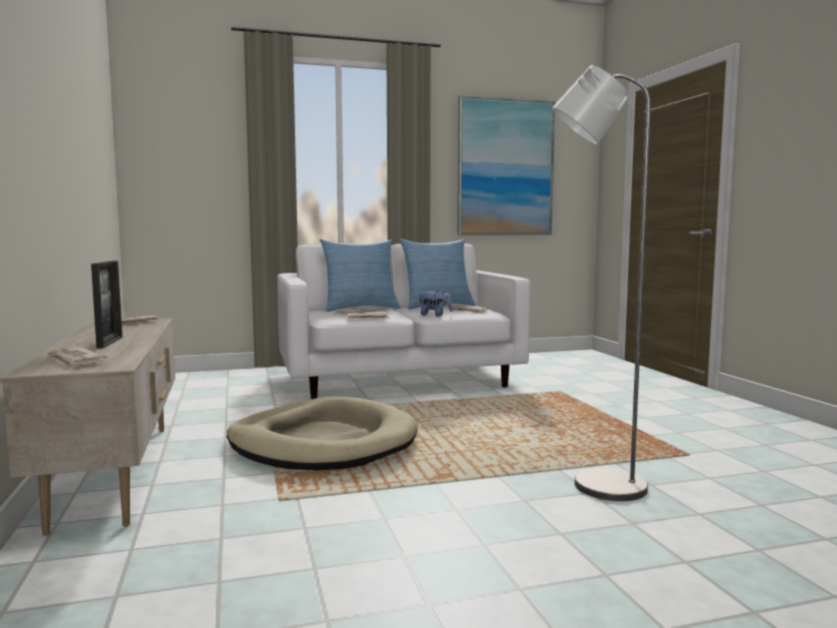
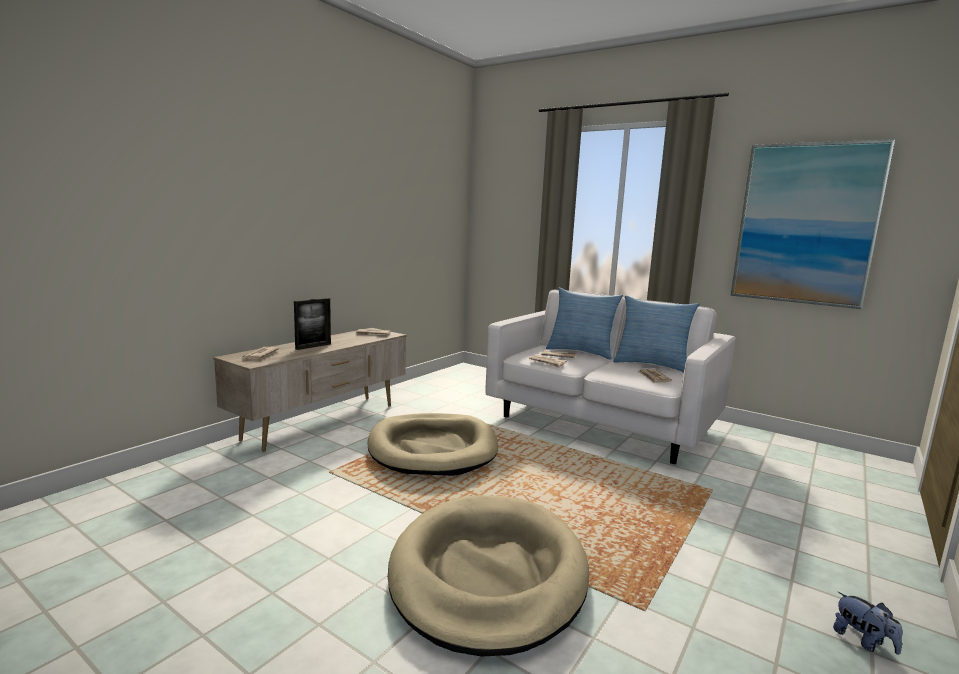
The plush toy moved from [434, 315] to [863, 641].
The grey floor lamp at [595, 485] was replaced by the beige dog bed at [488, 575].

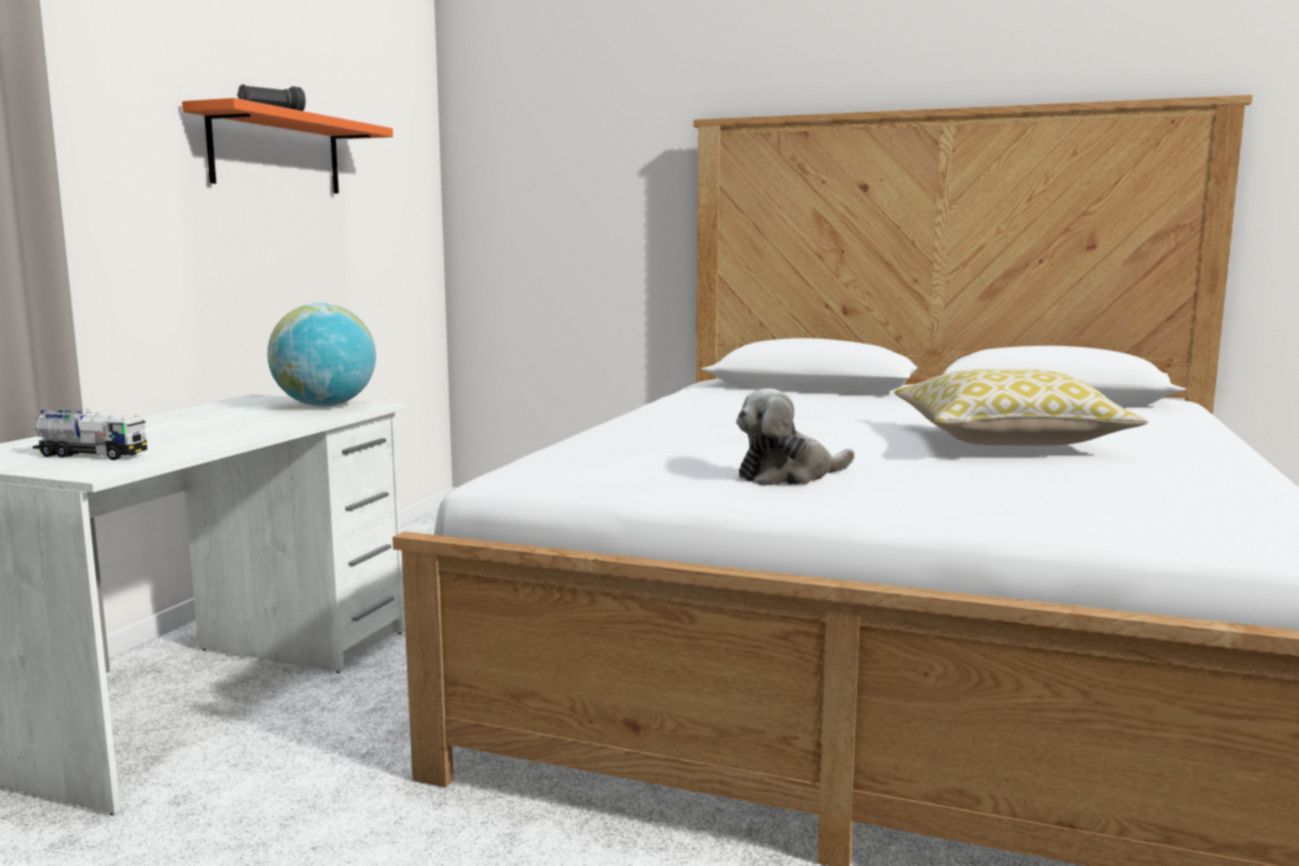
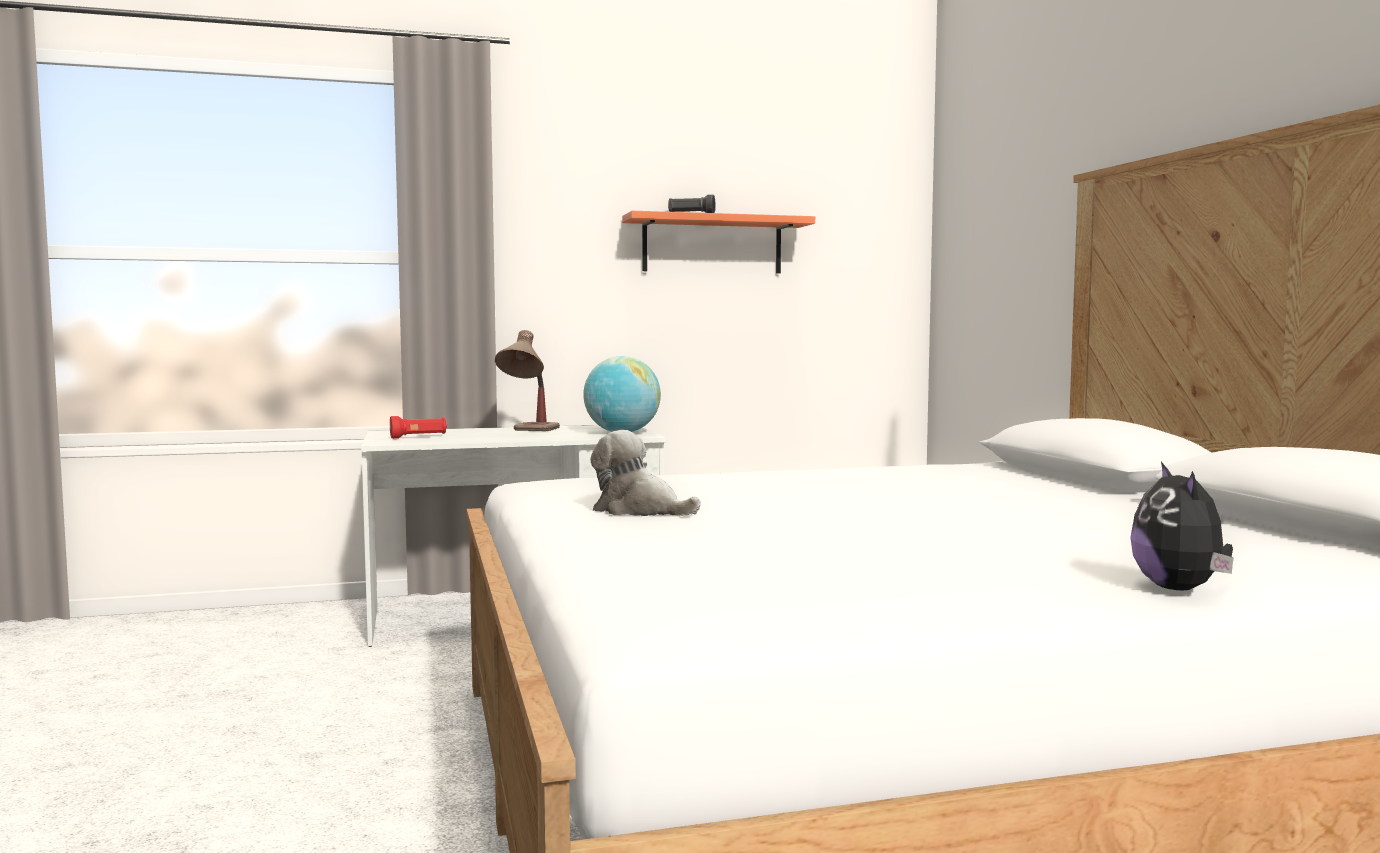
The toy truck at [91, 455] was replaced by the red flashlight at [418, 437].
The pillow at [1007, 440] disappeared.
The table lamp at [529, 431] appeared.
The plush toy at [1180, 589] appeared.

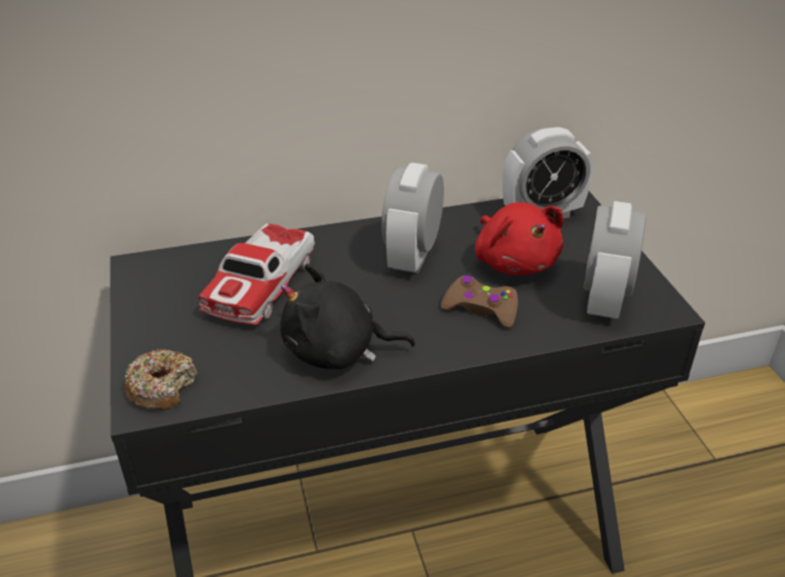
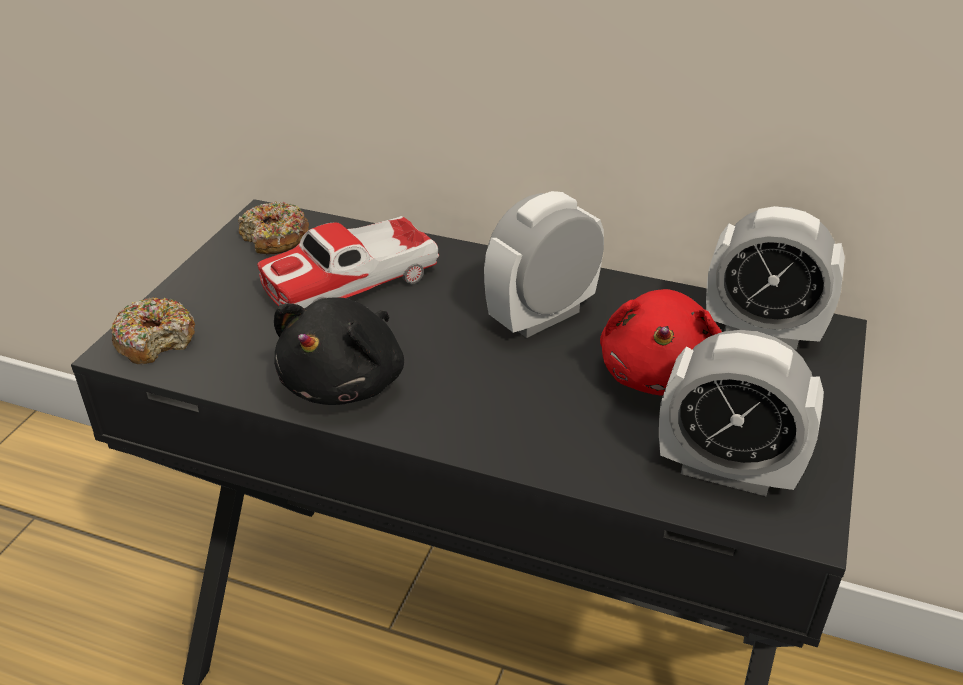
The black plush toy at [337, 351] turned 105 degrees counterclockwise.
The brown game controller at [481, 309] disappeared.
The alarm clock at [604, 299] turned 120 degrees counterclockwise.
The donut at [275, 238] appeared.

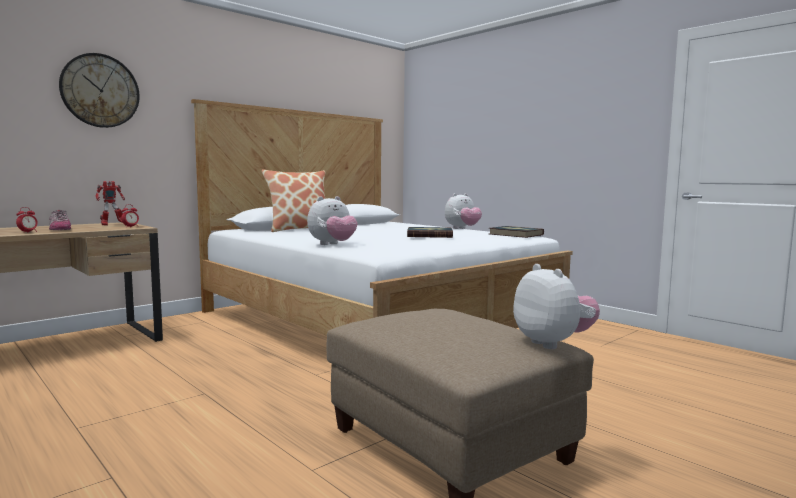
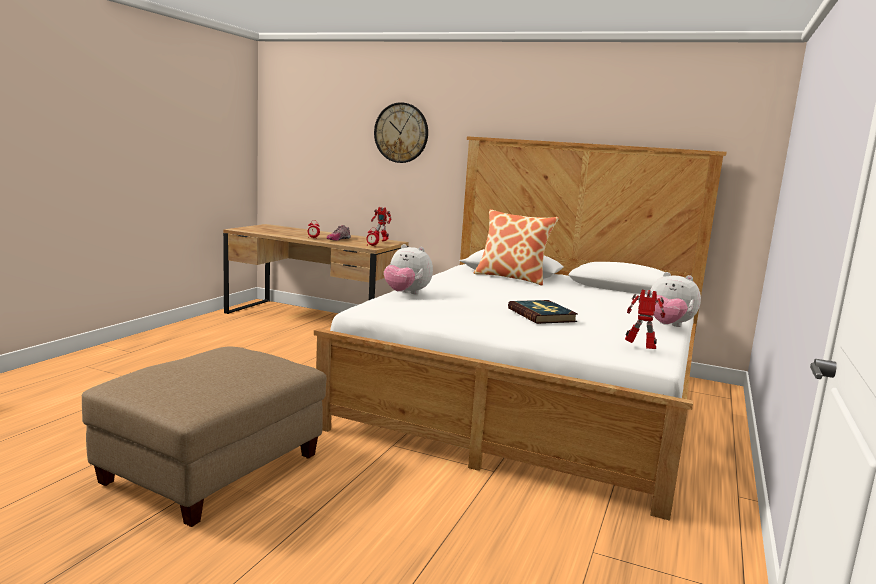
The book at [515, 234] was replaced by the toy robot at [640, 349].
The plush toy at [553, 343] disappeared.

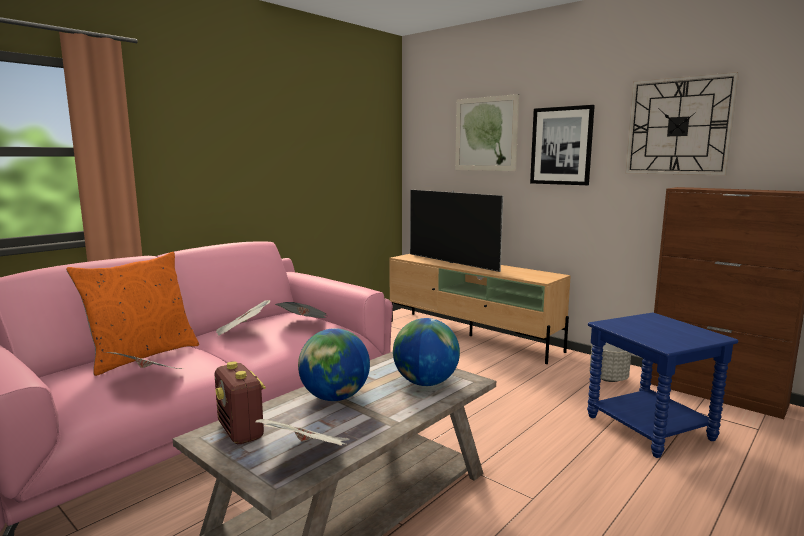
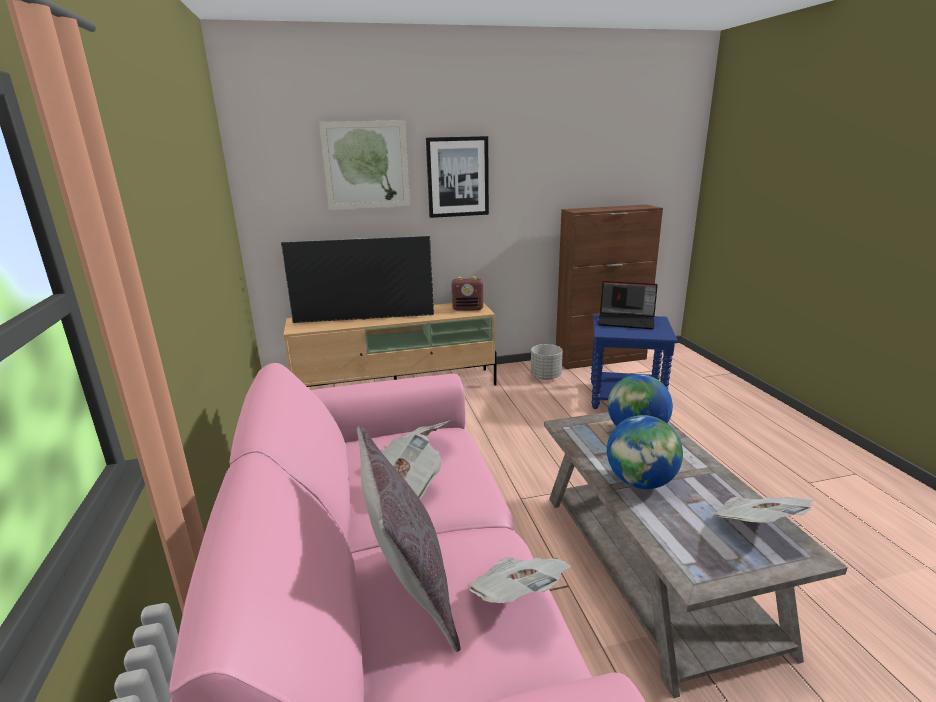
The orange pillow at [142, 356] became the grey pillow at [410, 592].
The radio moved from [241, 431] to [468, 309].
The wall clock at [678, 126] disappeared.
The laptop at [627, 321] appeared.

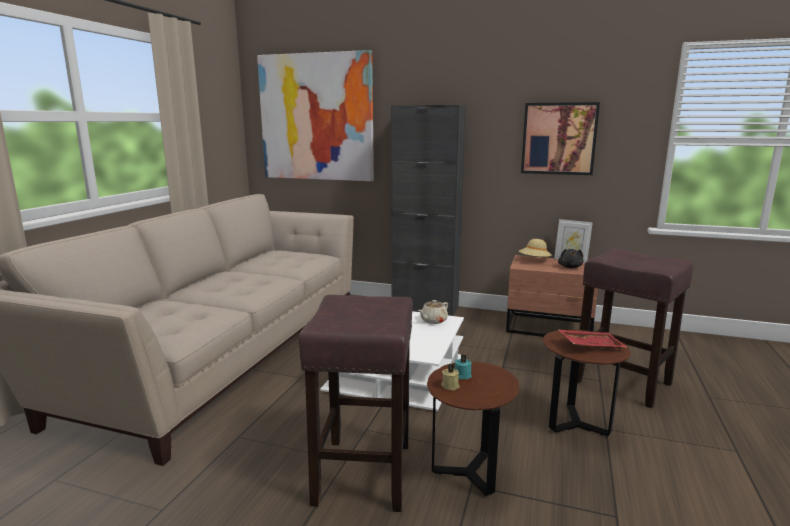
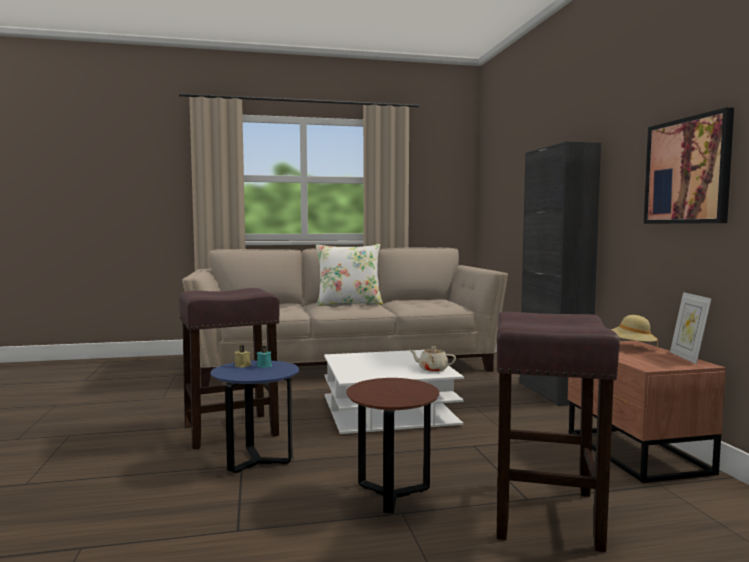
The picture at [316, 118] disappeared.
The brown side table at [469, 473] became the blue side table at [257, 462].
The black plush toy at [570, 267] disappeared.
The red tray at [590, 346] disappeared.
The white pillow at [349, 304] appeared.

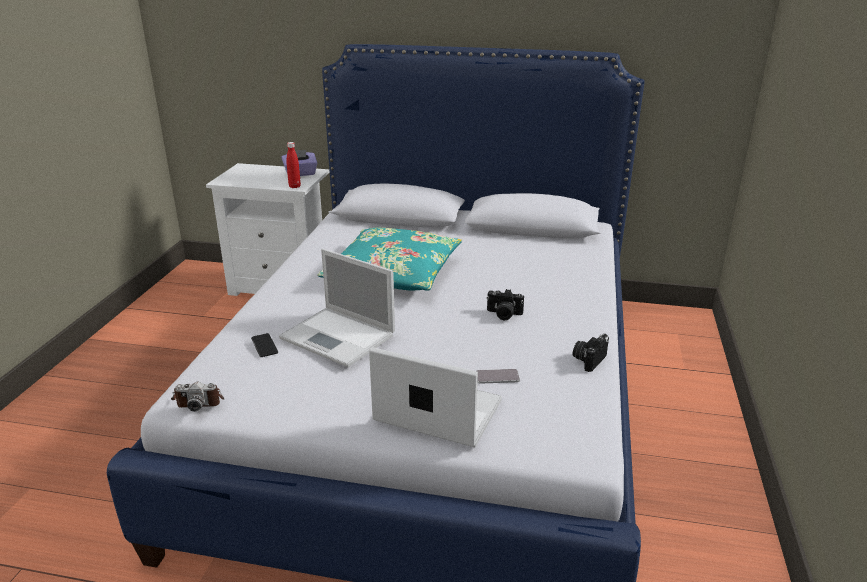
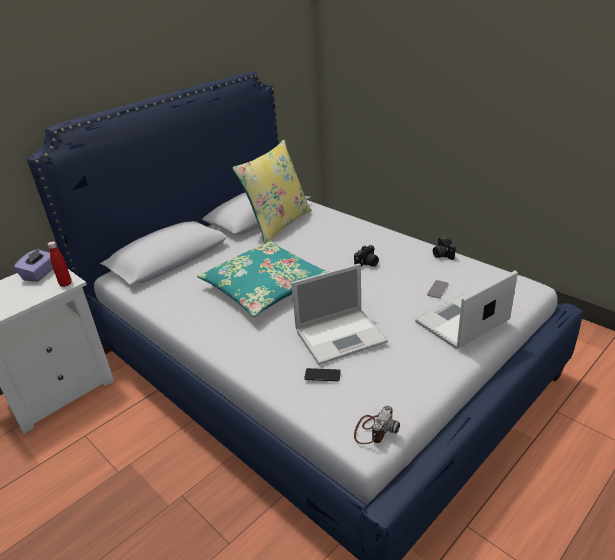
The yellow pillow at [278, 224] appeared.

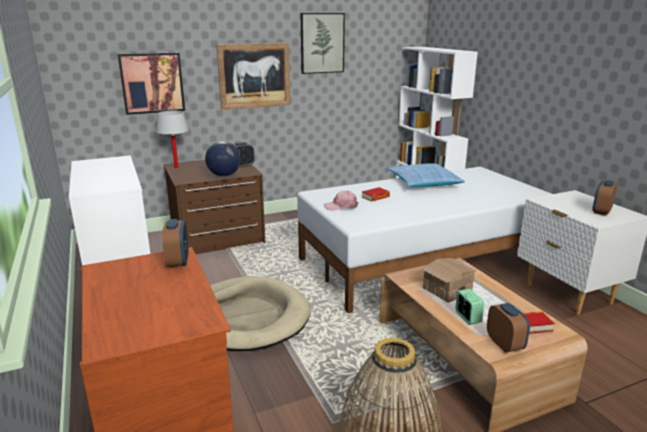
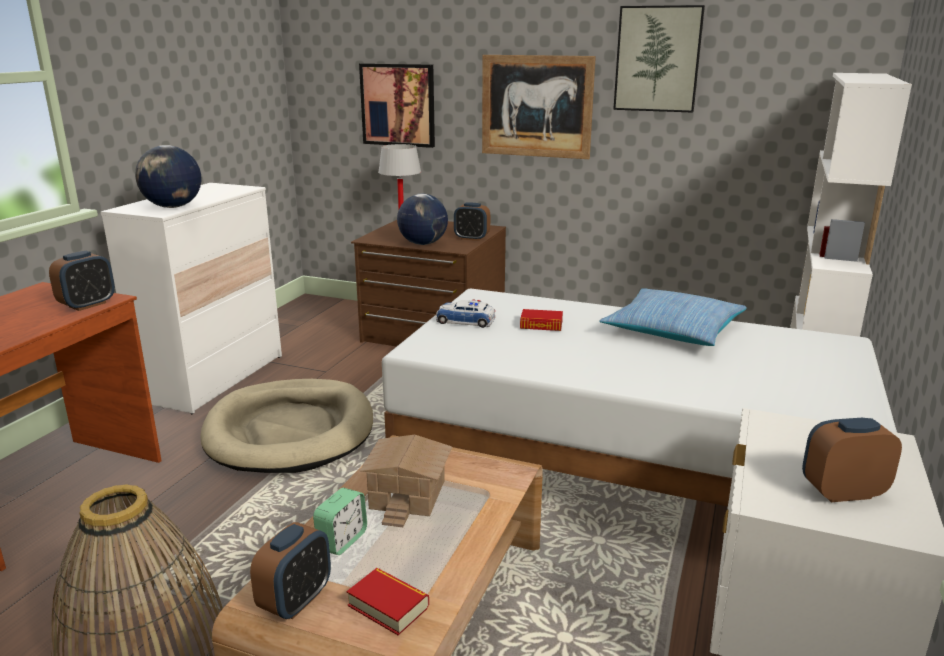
The pink cap at [341, 206] was replaced by the toy car at [466, 320].
The globe at [172, 207] appeared.

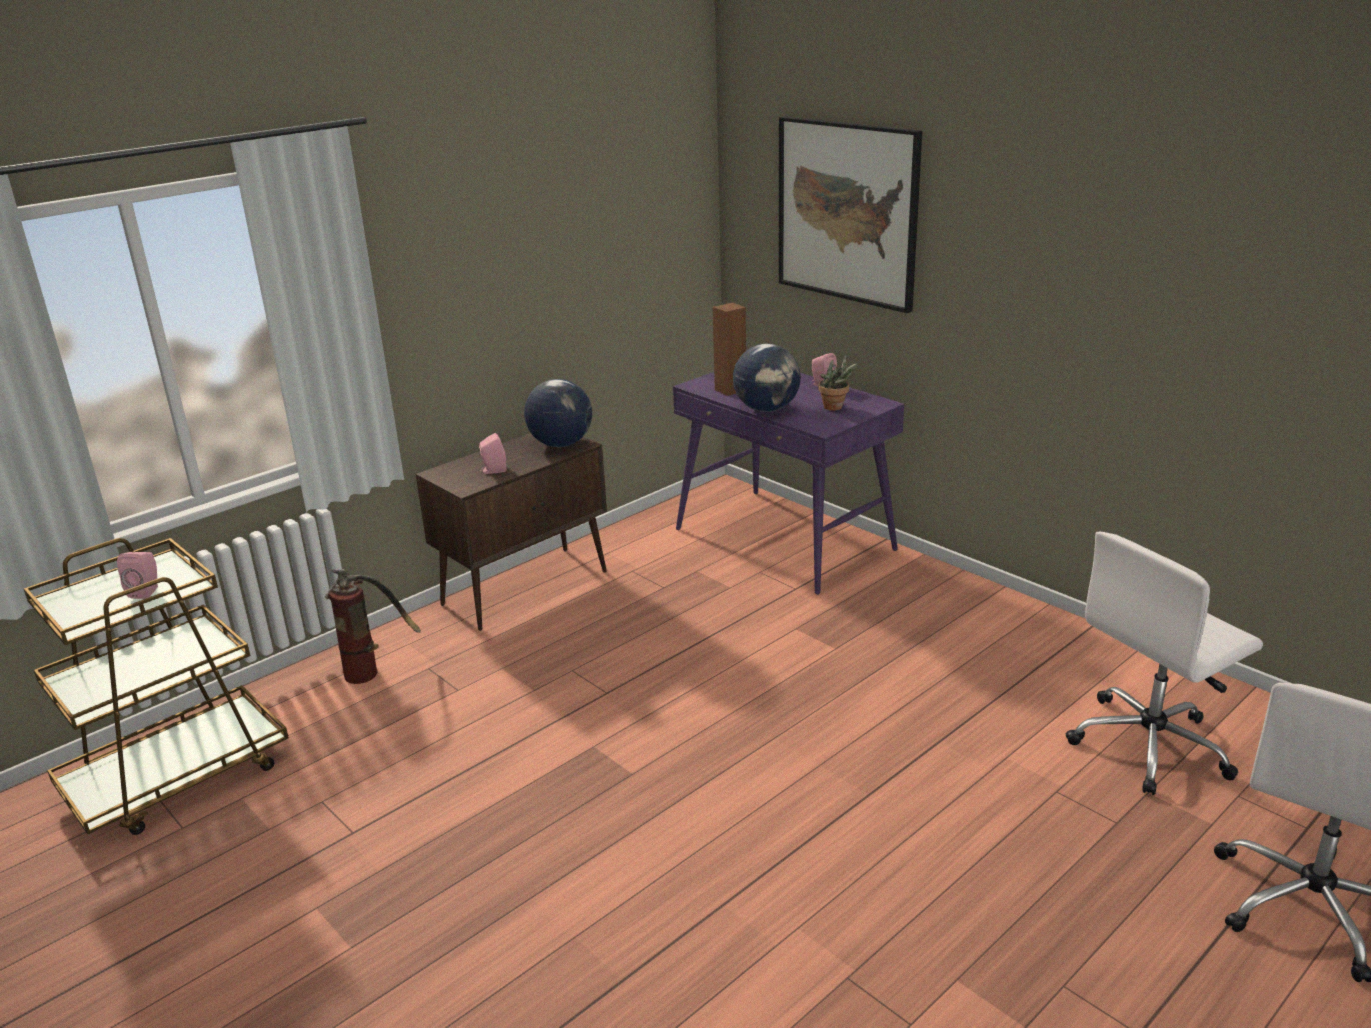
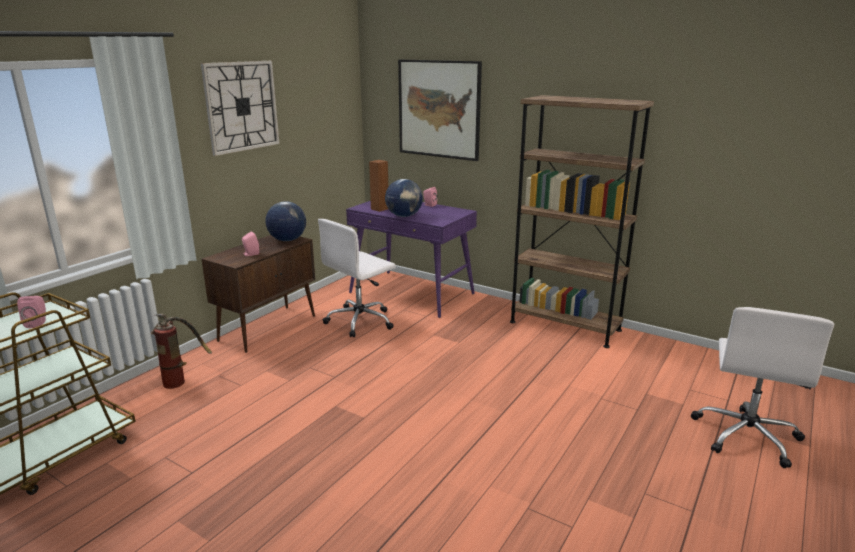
The potted plant at [836, 407] disappeared.
The white office chair moved from [1151, 745] to [361, 321].
The wall clock at [241, 106] appeared.
The brown bookcase at [564, 326] appeared.

